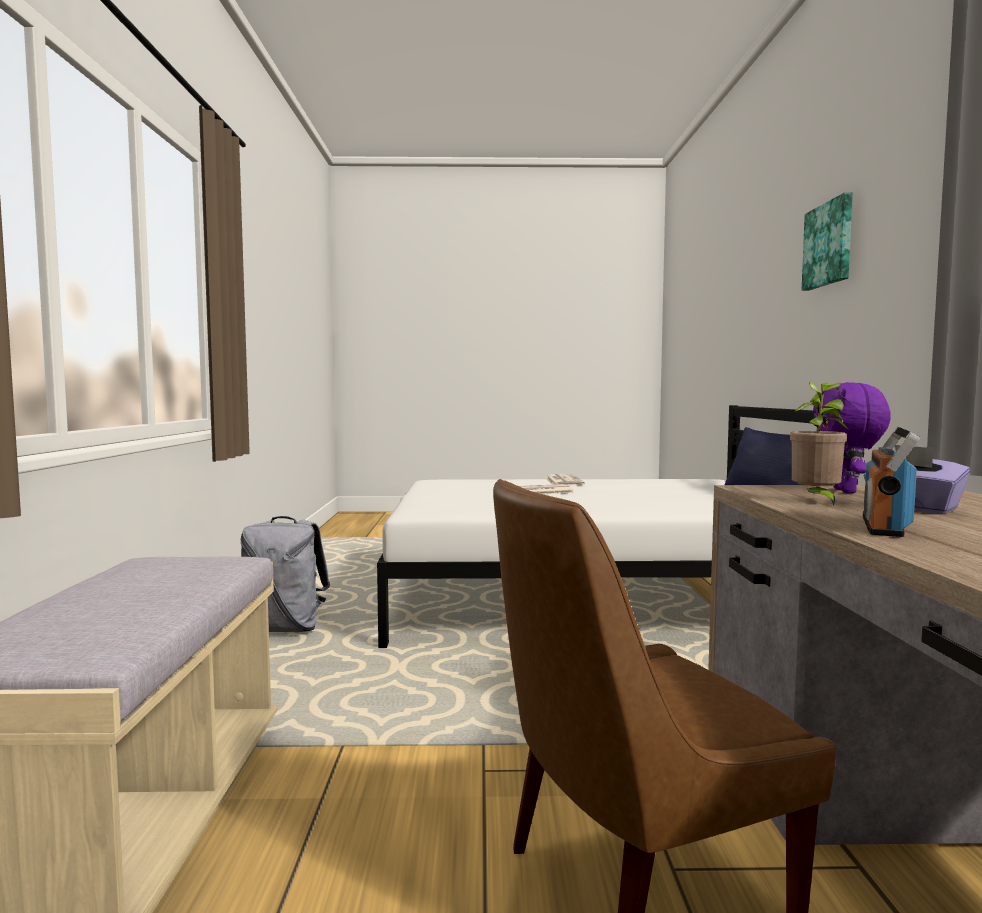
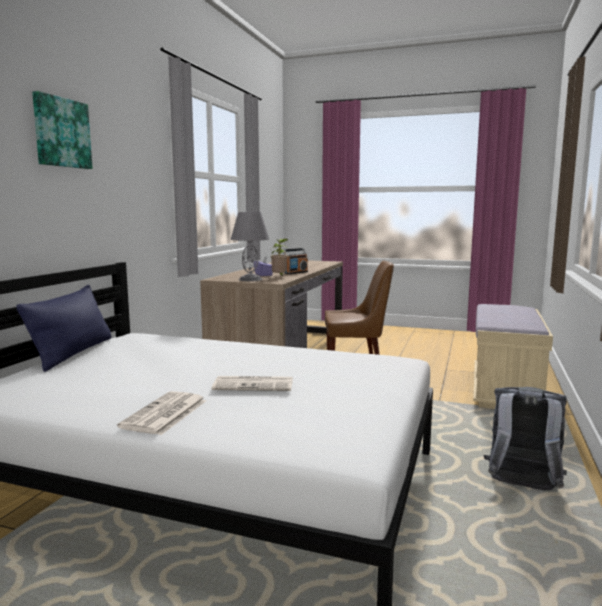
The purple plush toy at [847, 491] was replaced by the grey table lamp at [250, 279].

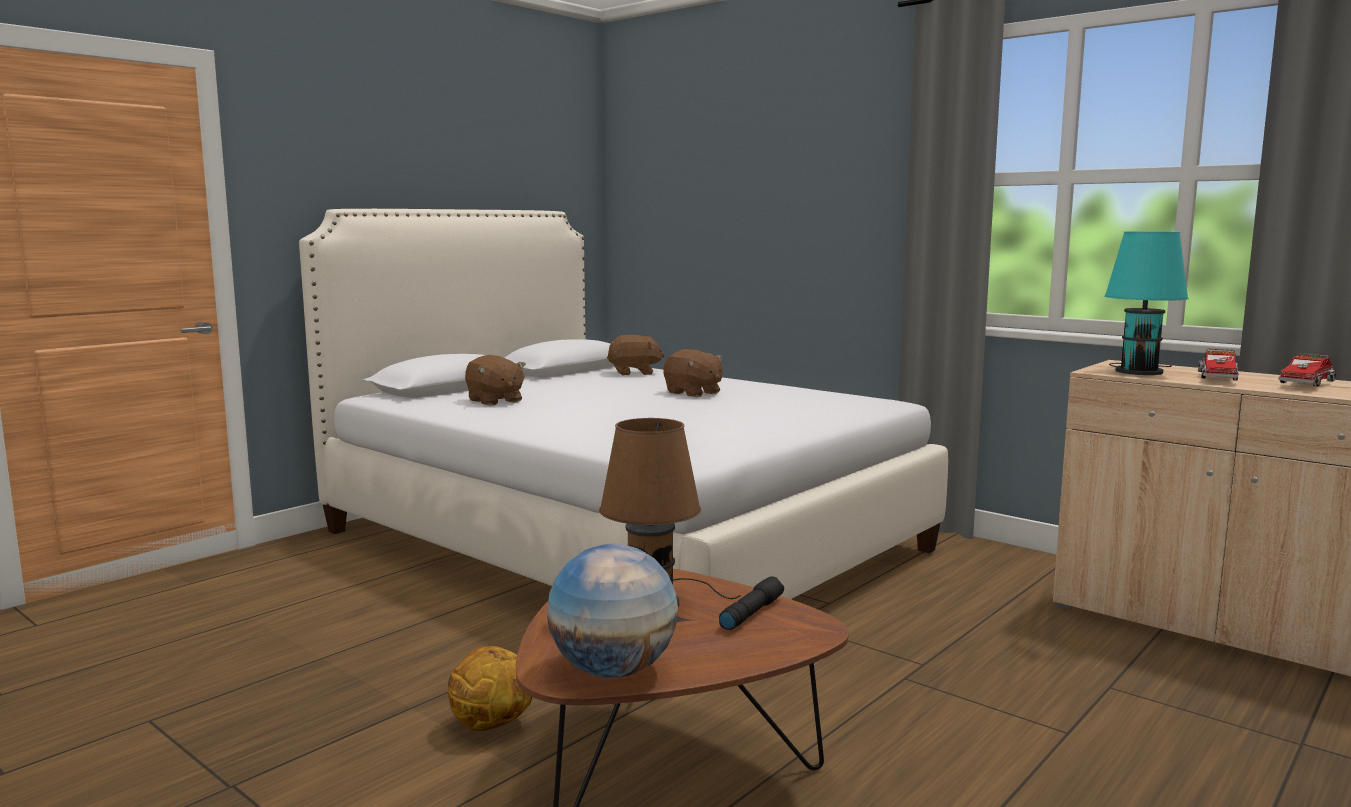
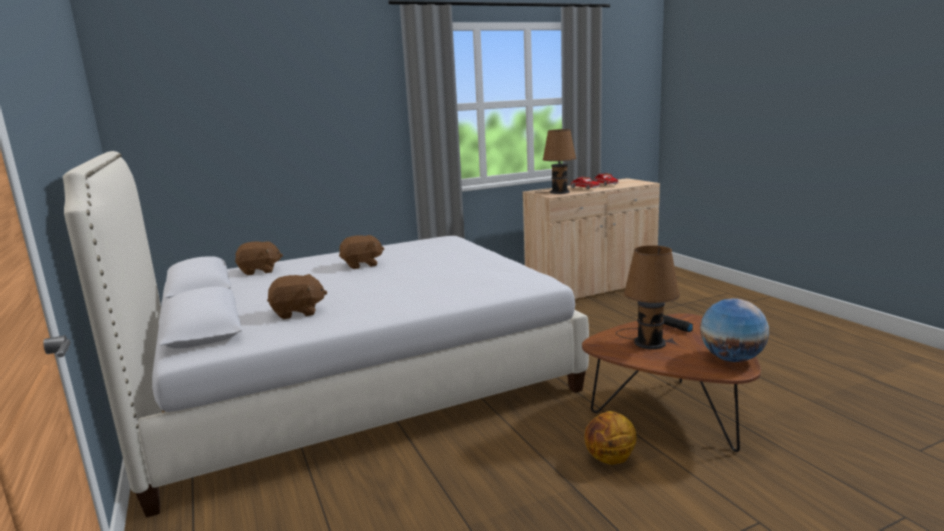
The brown plush toy at [634, 373] turned 60 degrees clockwise.
The turquoise table lamp at [1138, 371] became the brown table lamp at [557, 192].

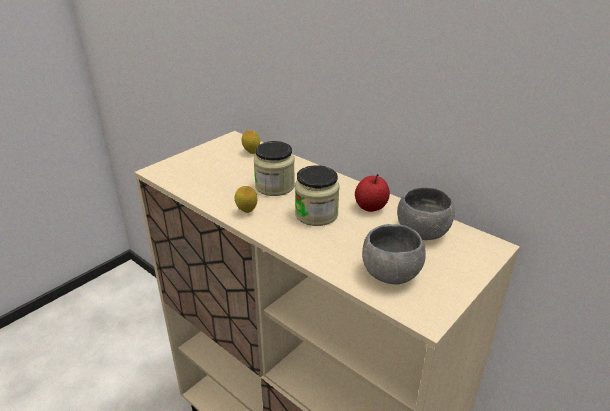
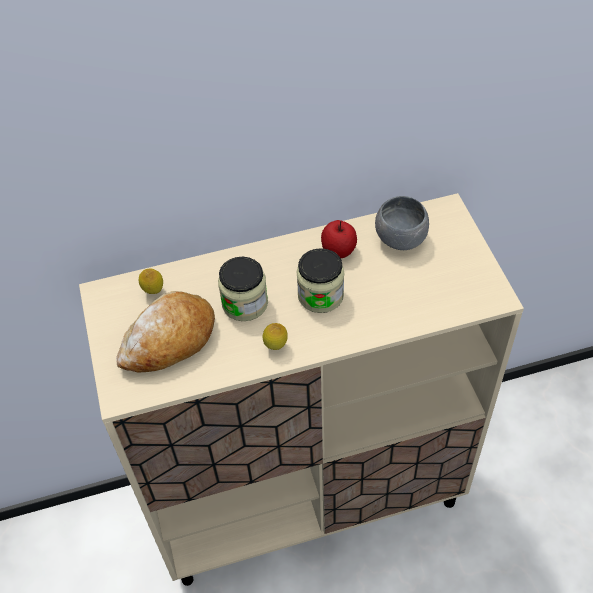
The grey bowl at [391, 273] disappeared.
The bread at [169, 340] appeared.

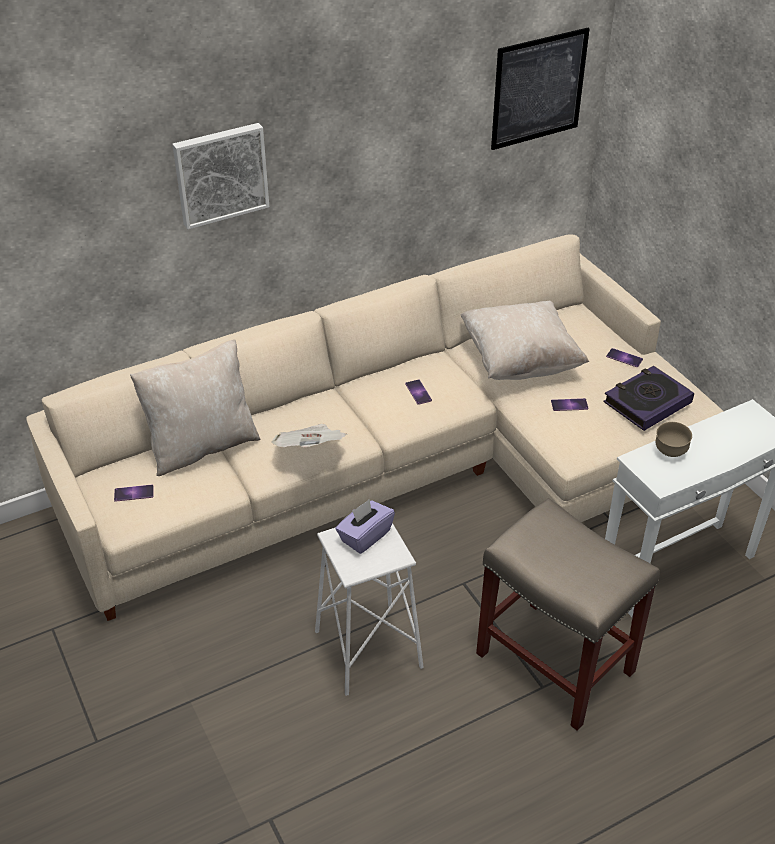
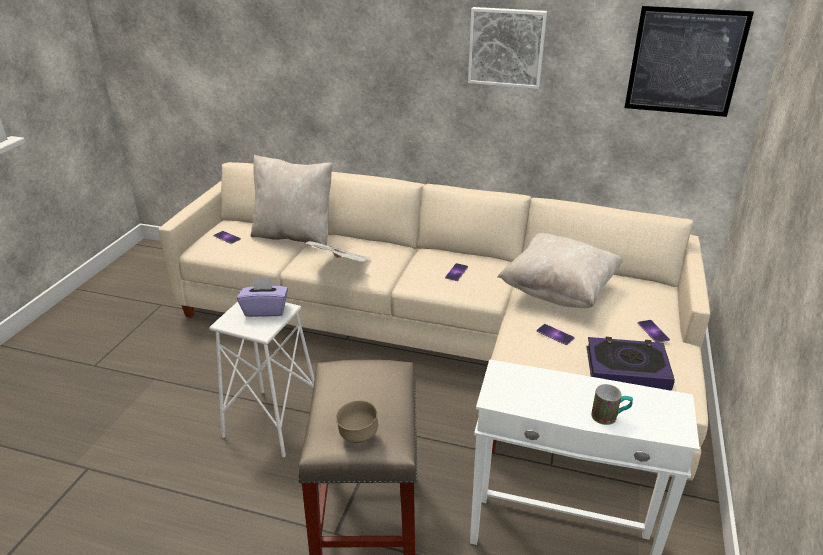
The picture moved from [220, 174] to [506, 47].
The brown bowl moved from [670, 453] to [358, 437].
The mug at [609, 417] appeared.

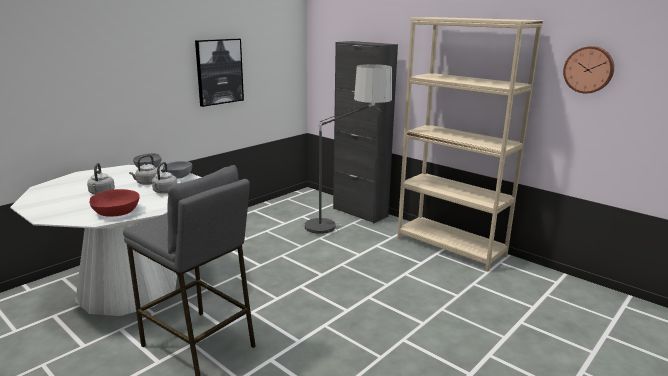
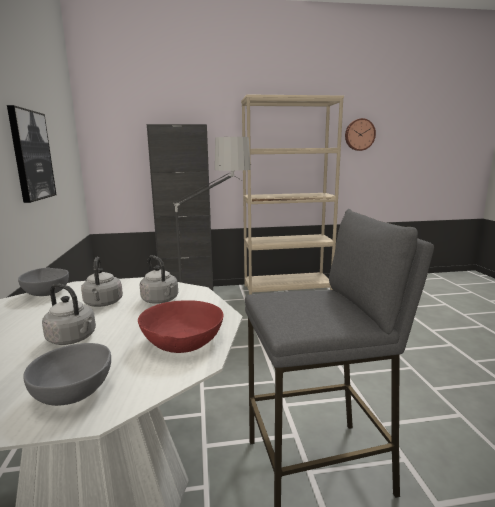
The grey bowl moved from [179, 177] to [75, 394].

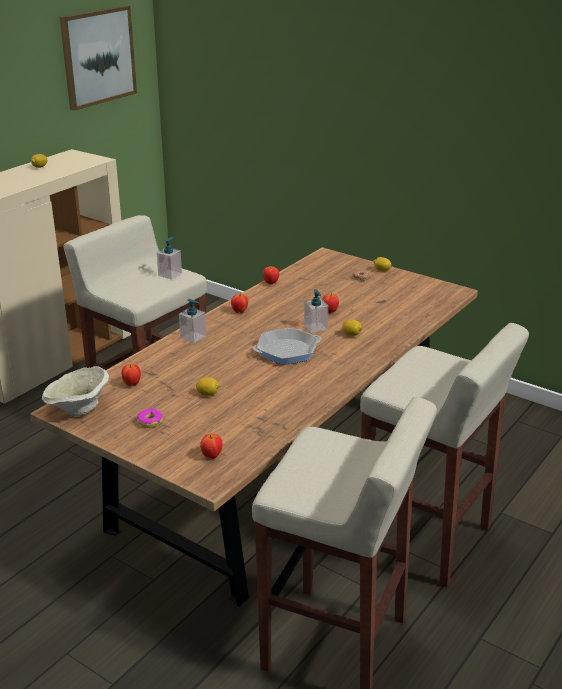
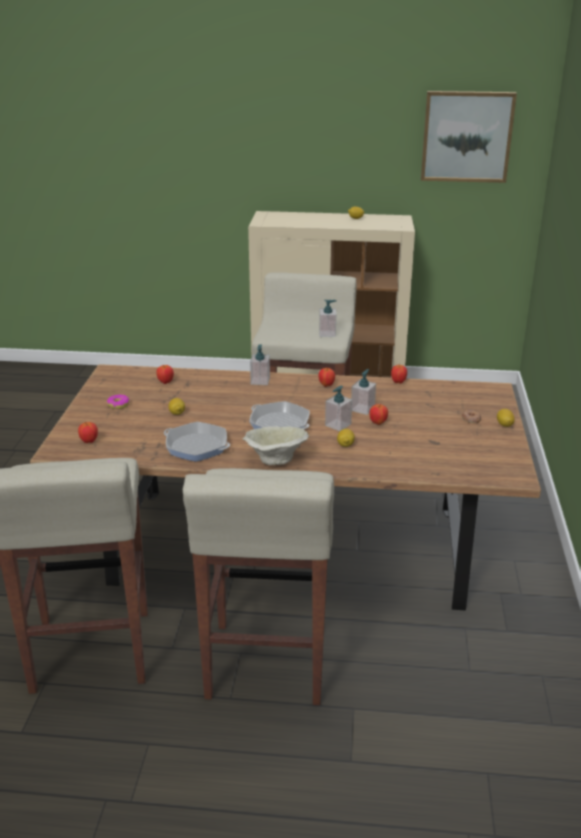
The beige bowl moved from [78, 409] to [275, 460].
The frying pan at [197, 446] appeared.
The soap dispenser at [362, 409] appeared.

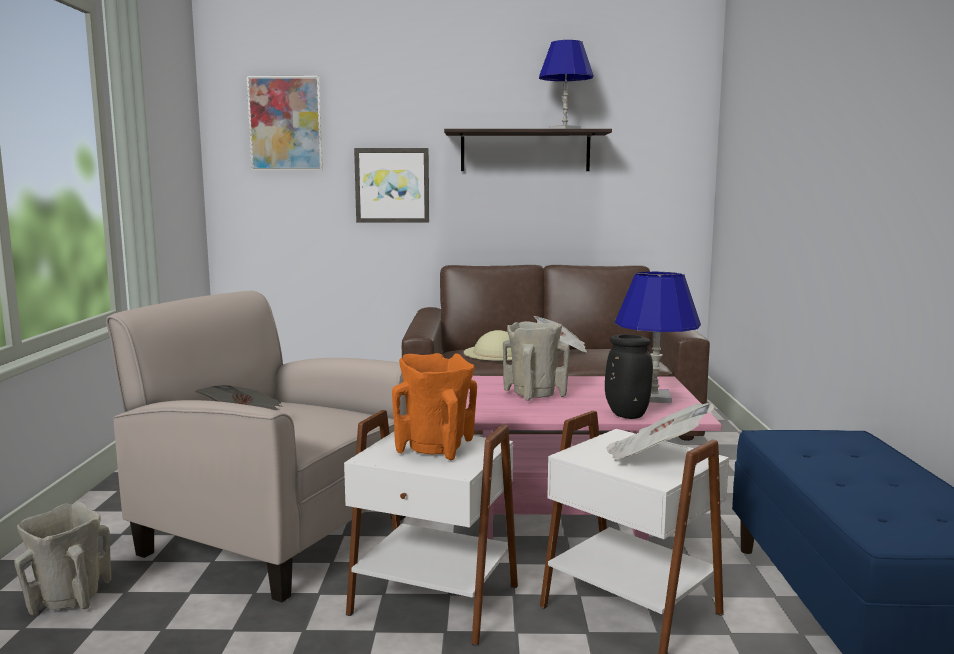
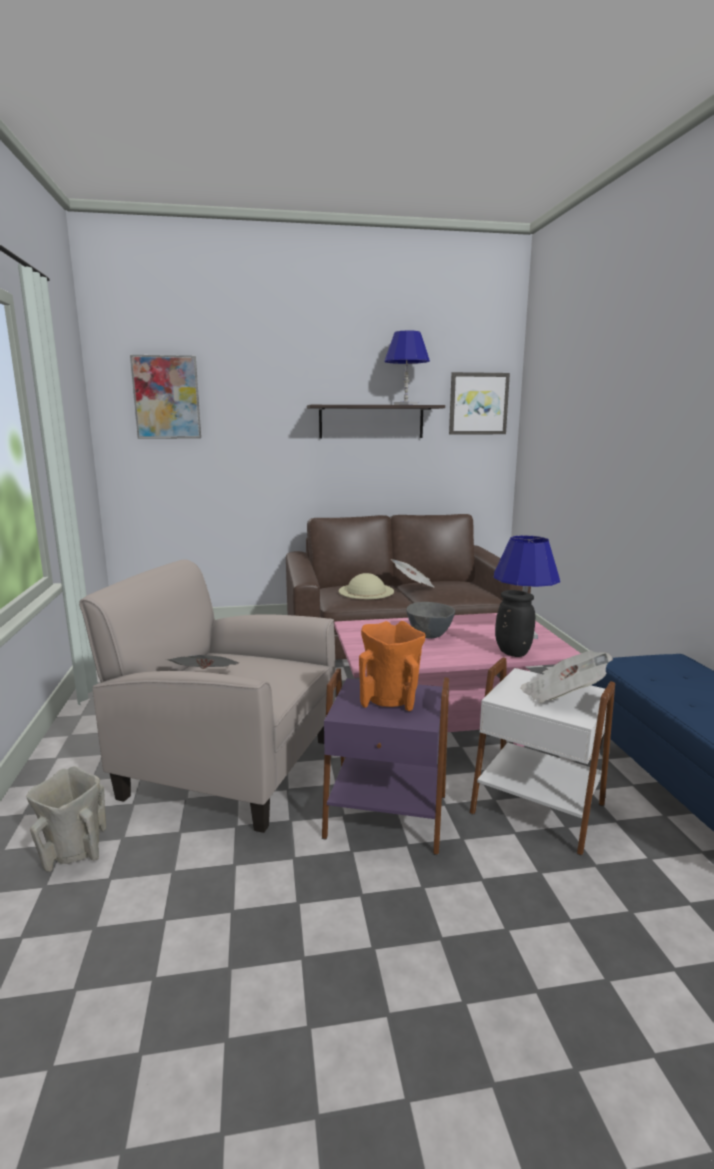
The white side table at [433, 601] became the purple side table at [386, 818].
The picture moved from [392, 185] to [478, 404].
The beige vase at [534, 394] was replaced by the grey bowl at [430, 636].

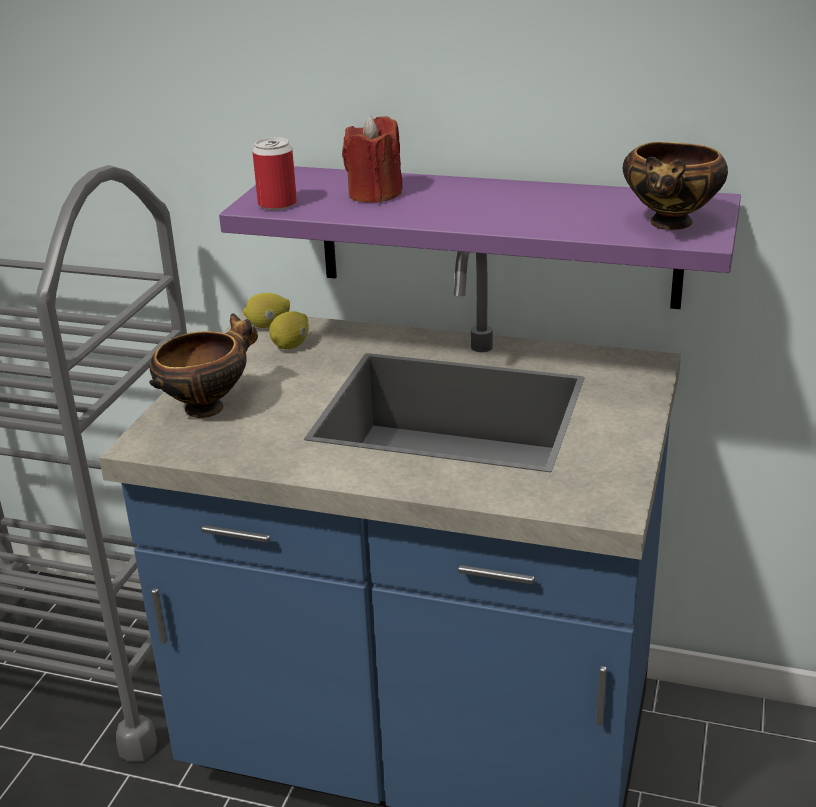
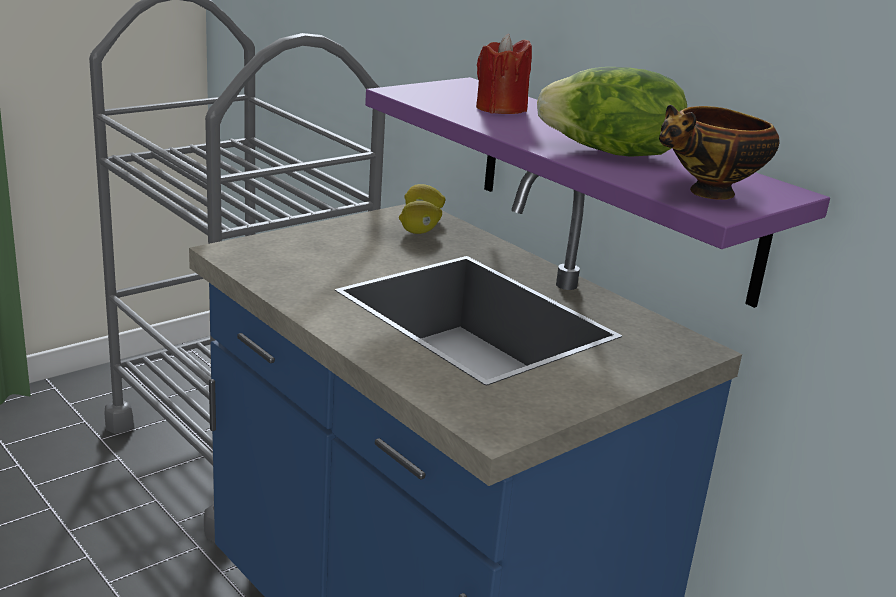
The bowl at [207, 406] disappeared.
The can at [277, 204] disappeared.
The lettuce at [611, 153] appeared.

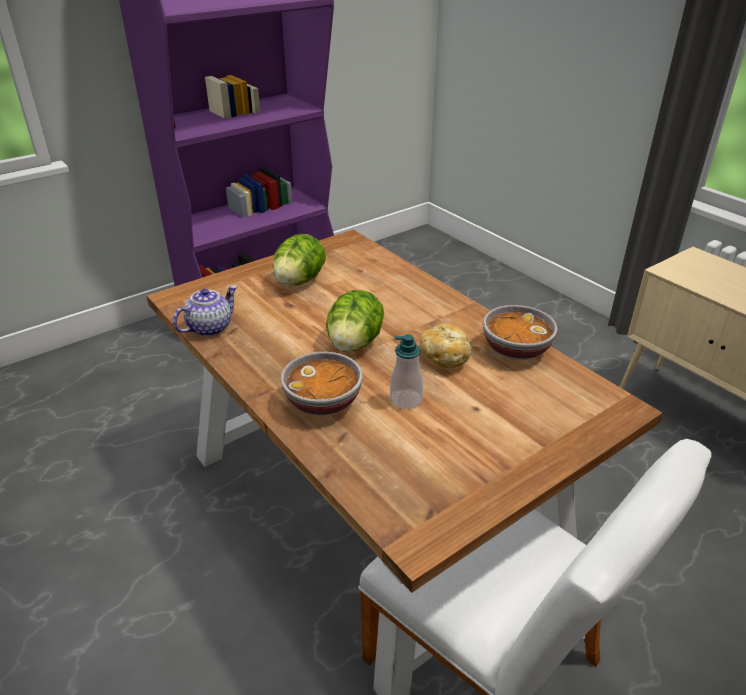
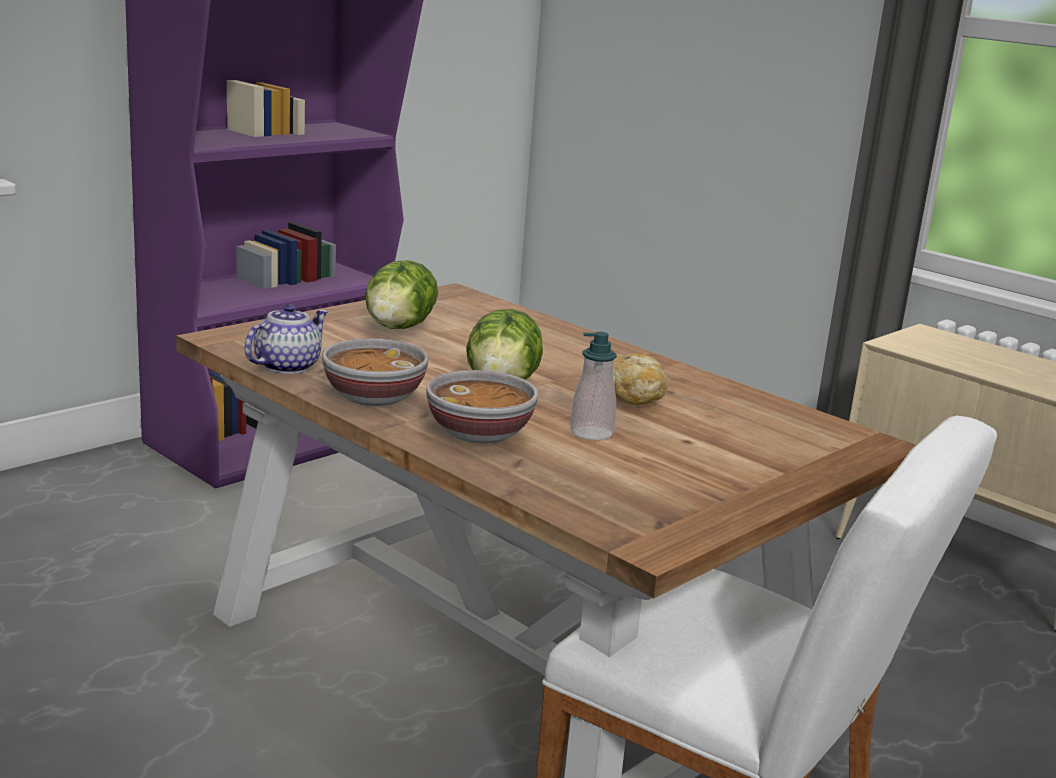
The bowl moved from [515, 349] to [373, 397].

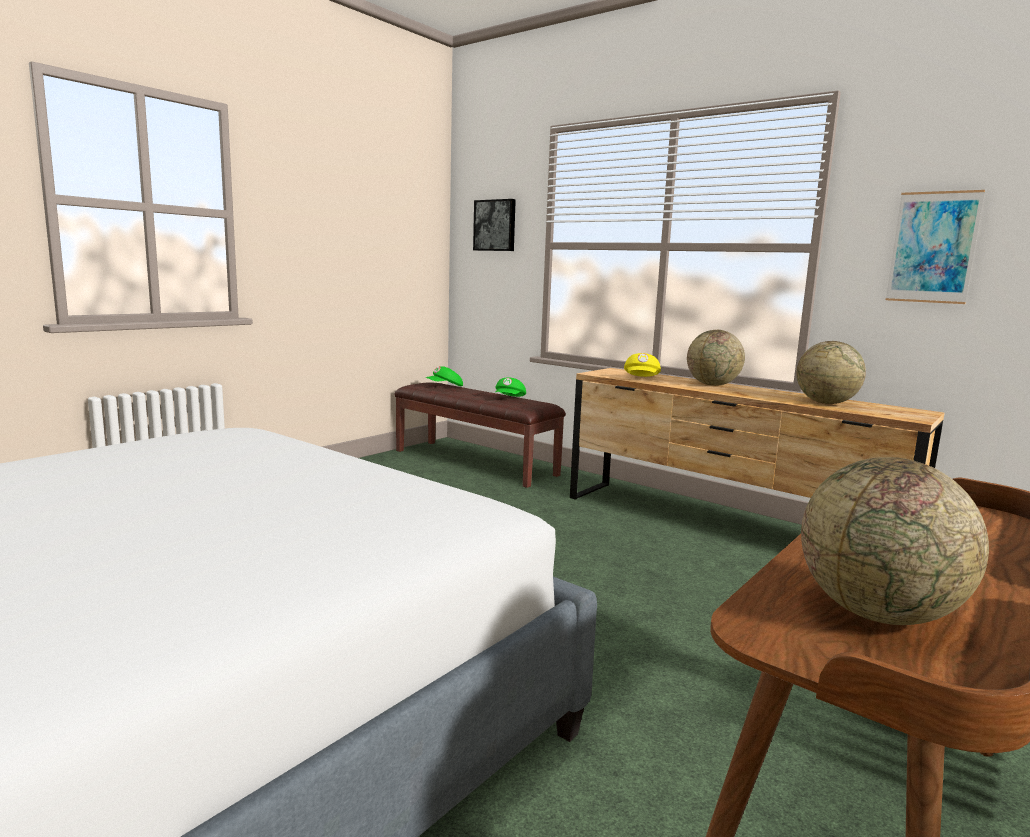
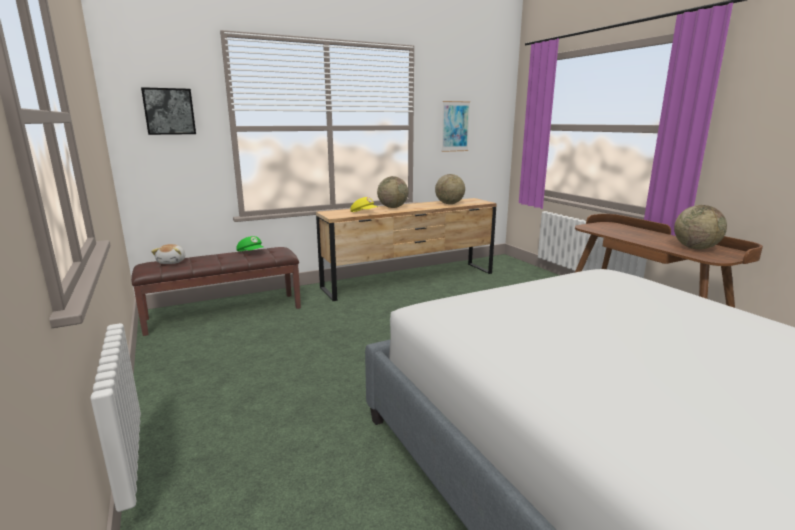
The green cap at [445, 386] was replaced by the plush toy at [172, 262].

